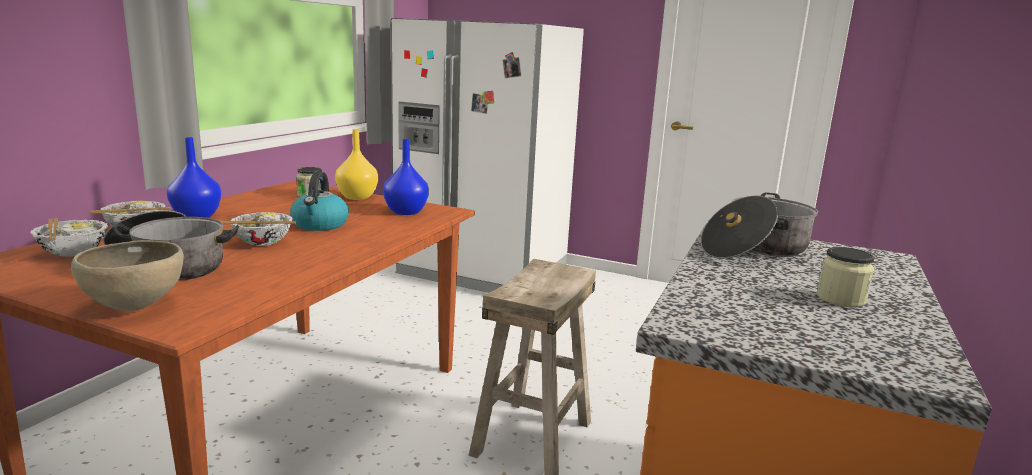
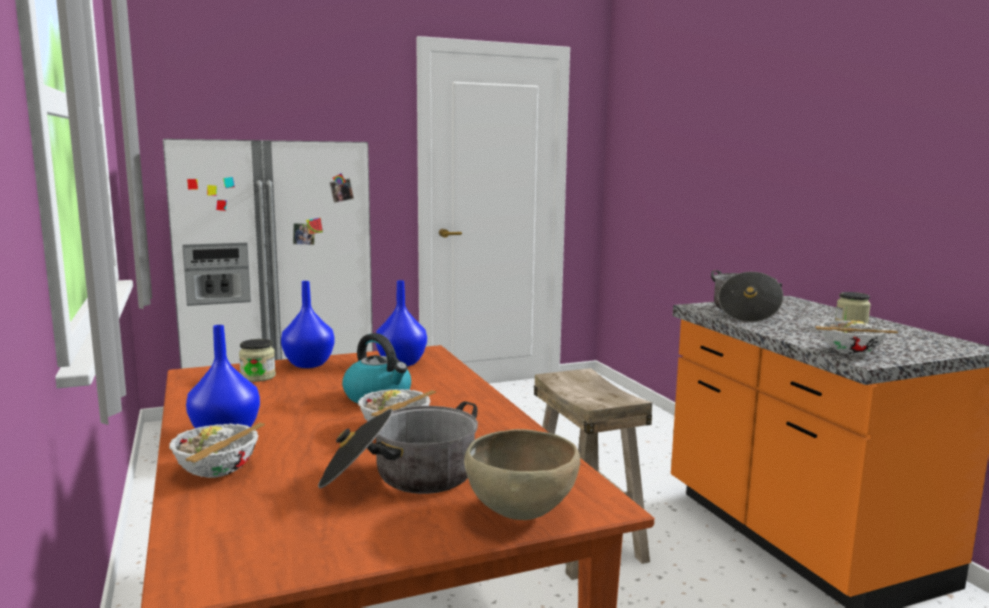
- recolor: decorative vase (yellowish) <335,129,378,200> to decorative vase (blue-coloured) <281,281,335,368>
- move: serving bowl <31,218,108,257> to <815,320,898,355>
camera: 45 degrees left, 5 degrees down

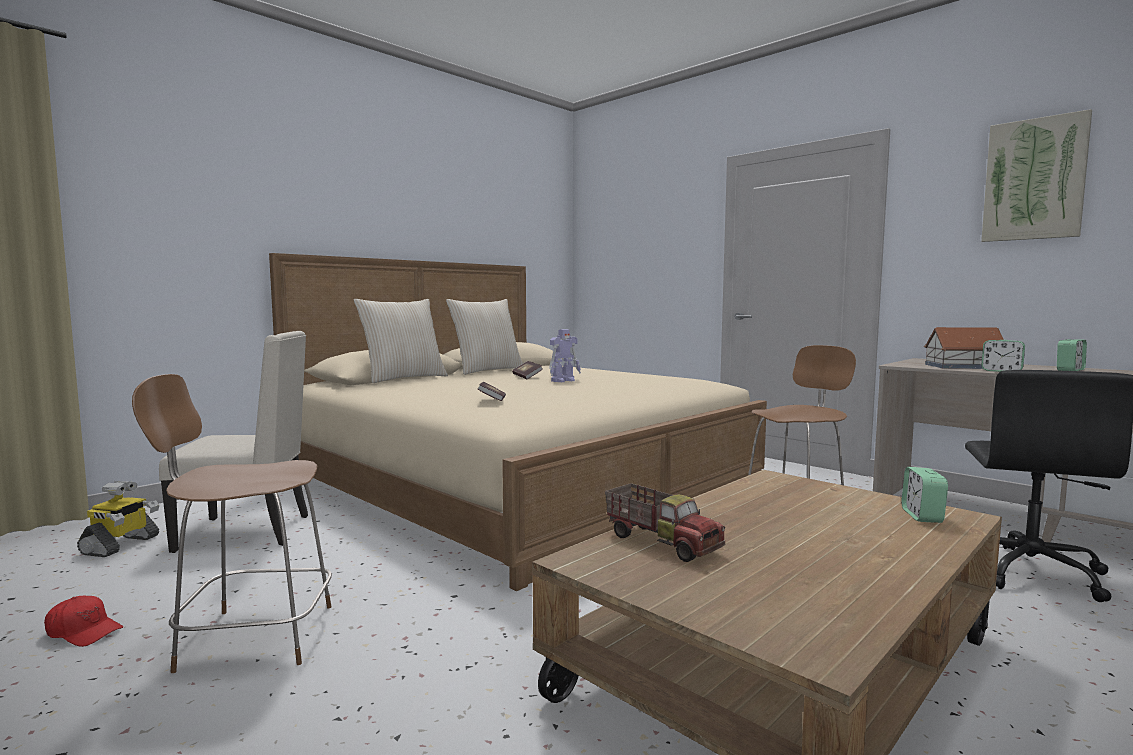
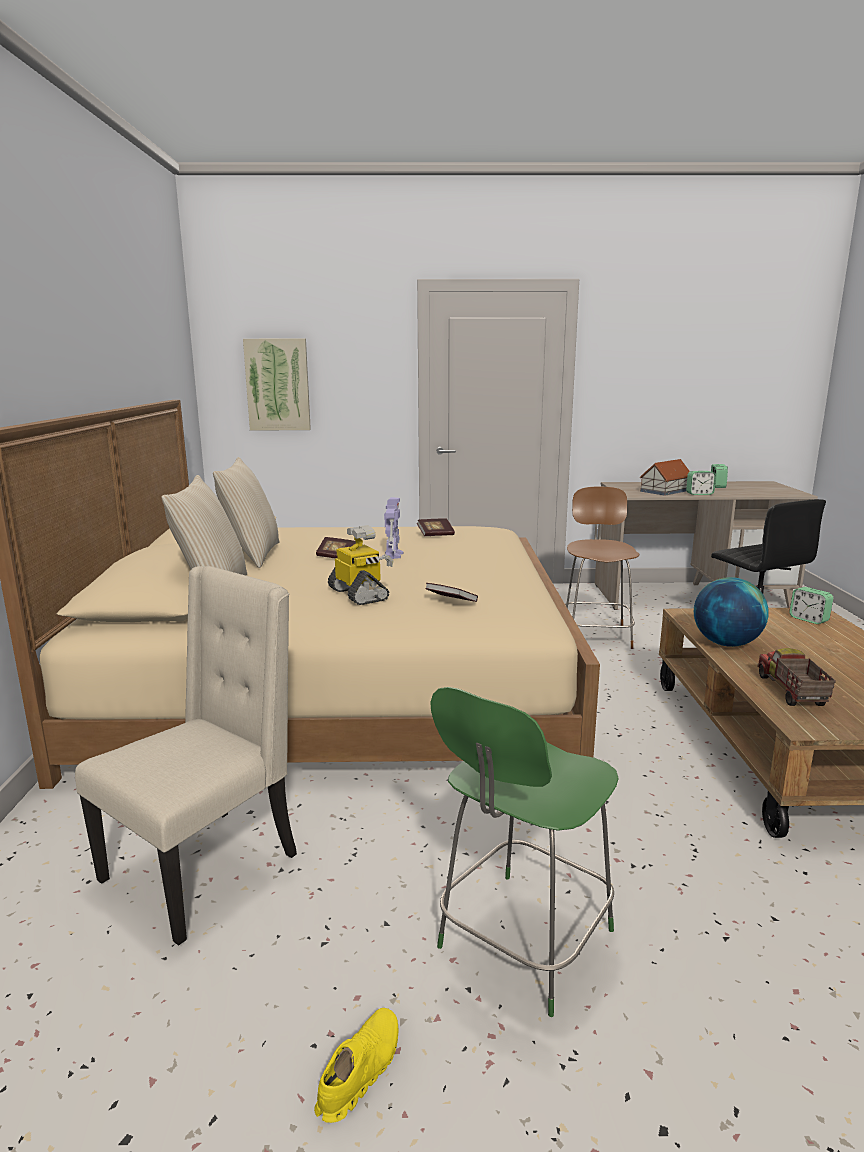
- move: wall art <981,109,1092,242> to <243,338,311,431>
- replace: peaked cap (reddish) <44,596,123,647> to low shoe (yellowish) <314,1008,398,1123>
- move: toy robot <77,481,159,557> to <328,525,394,605>
- insert: volume <417,519,455,536>
- recolor: upright chair (brown-coloured) <132,374,332,673> to upright chair (green-coloured) <430,687,619,1017>
- insert: world globe <694,577,769,647>
- rotate: toy truck <605,483,725,562> = <757,648,836,706> 90 degrees counterclockwise
camera: 45 degrees left, 10 degrees up

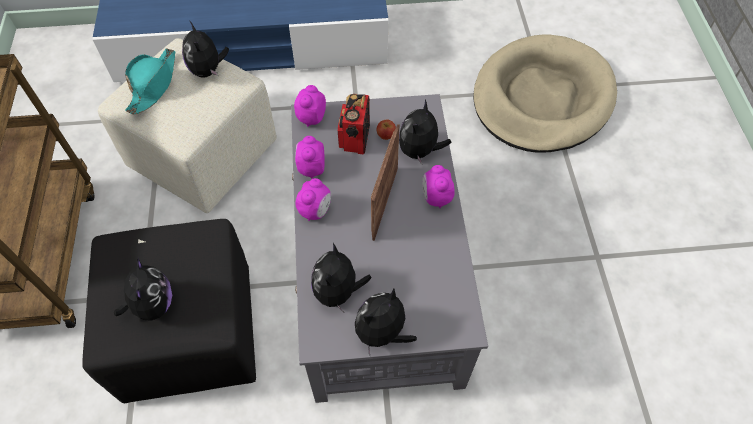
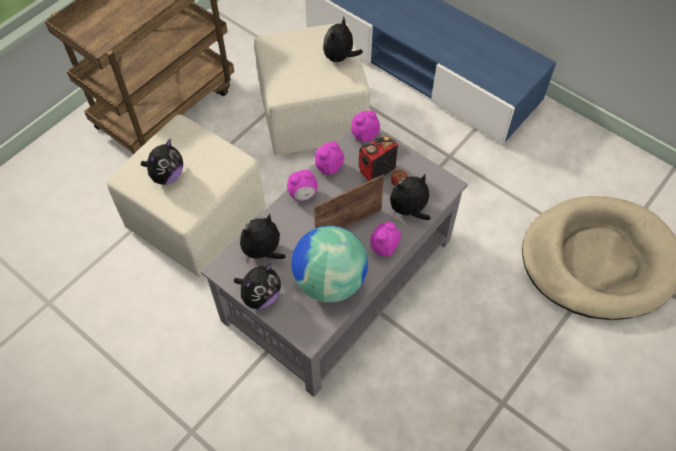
- recolor: ottoman (black) <82,219,256,403> to ottoman (beige-coloured) <106,114,265,277>
- rotate: cuddly toy <355,289,417,356> = <234,263,281,309> 135 degrees clockwise
- insert: world globe <291,226,368,302>
- delete: clothing hat (blue-green) <125,48,175,114>
camera: 45 degrees right, 0 degrees up

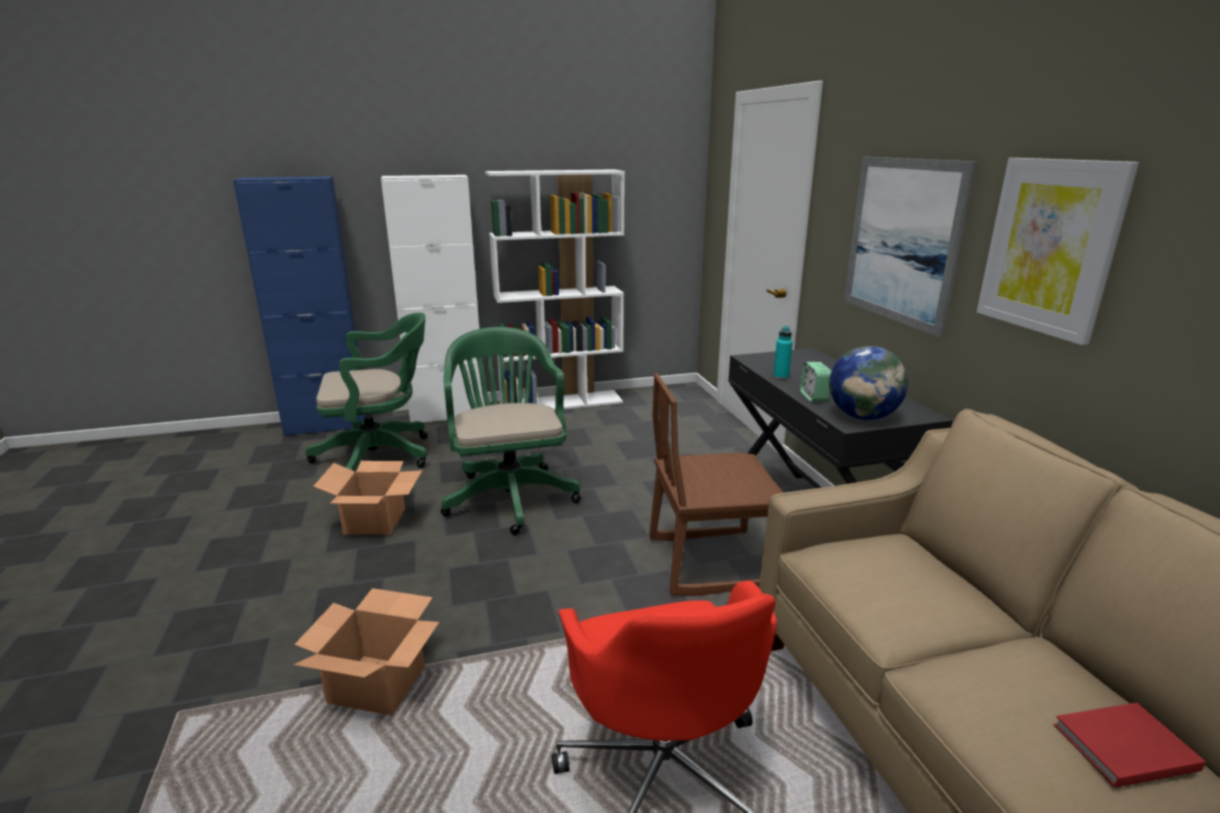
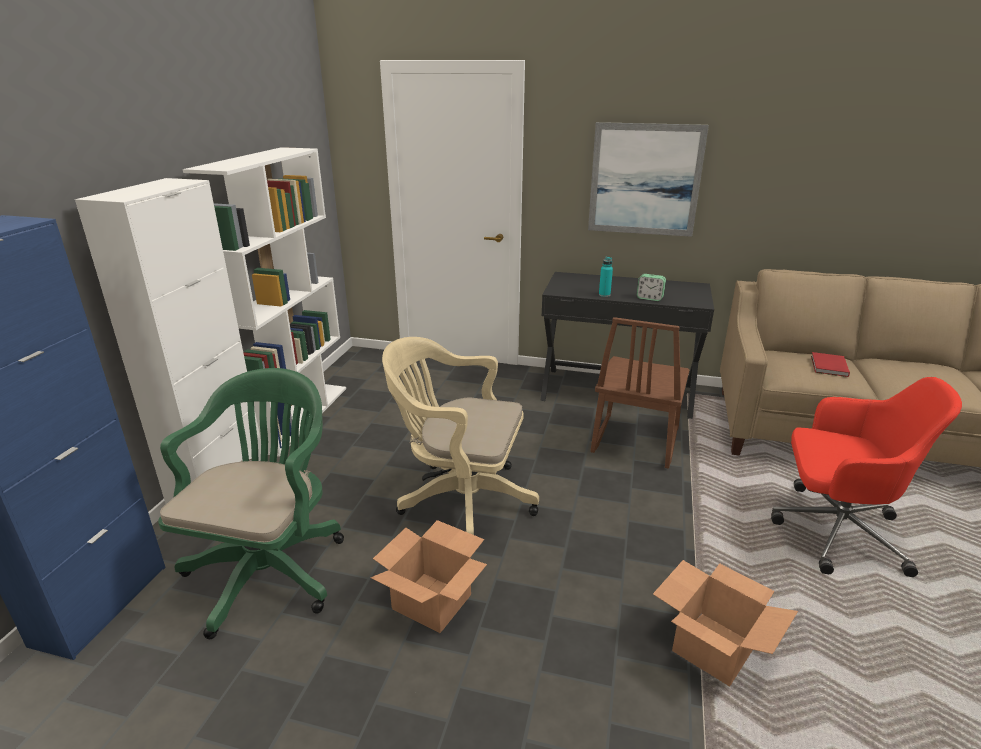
- recolor: computer chair (green-coloured) <441,327,581,535> to computer chair (beige-coloured) <382,337,539,535>
- move: volume (reddish) <1054,702,1206,788> to <811,352,850,377>
- delete: world globe <829,346,908,420>
- delete: wall art <977,158,1139,345>
camera: 60 degrees left, 5 degrees up

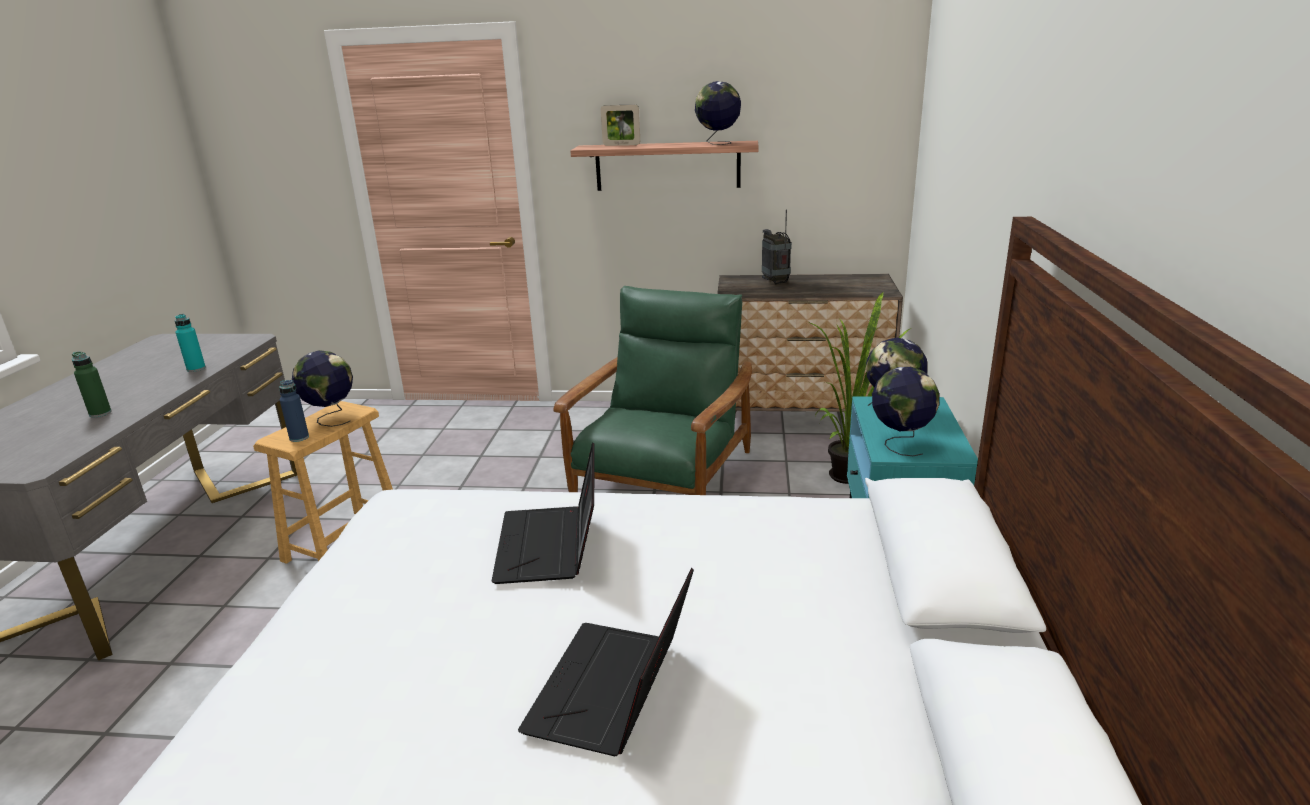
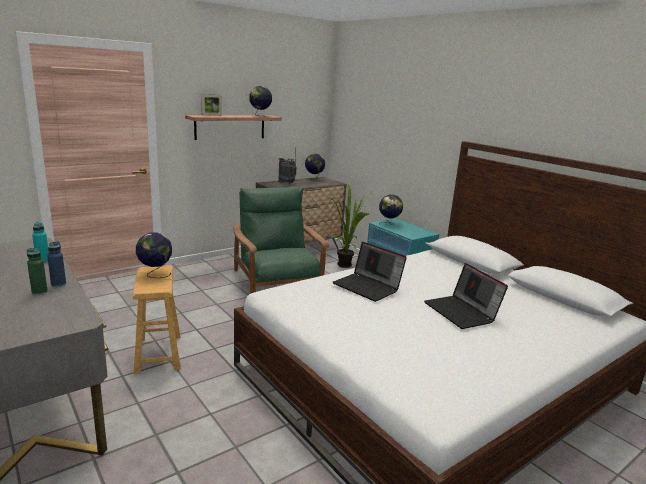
- move: drink bottle (blue-coloured) <279,380,309,442> to <47,241,66,287>
- move: world globe <872,367,939,456> to <305,154,325,181>
camera: 45 degrees left, 5 degrees down

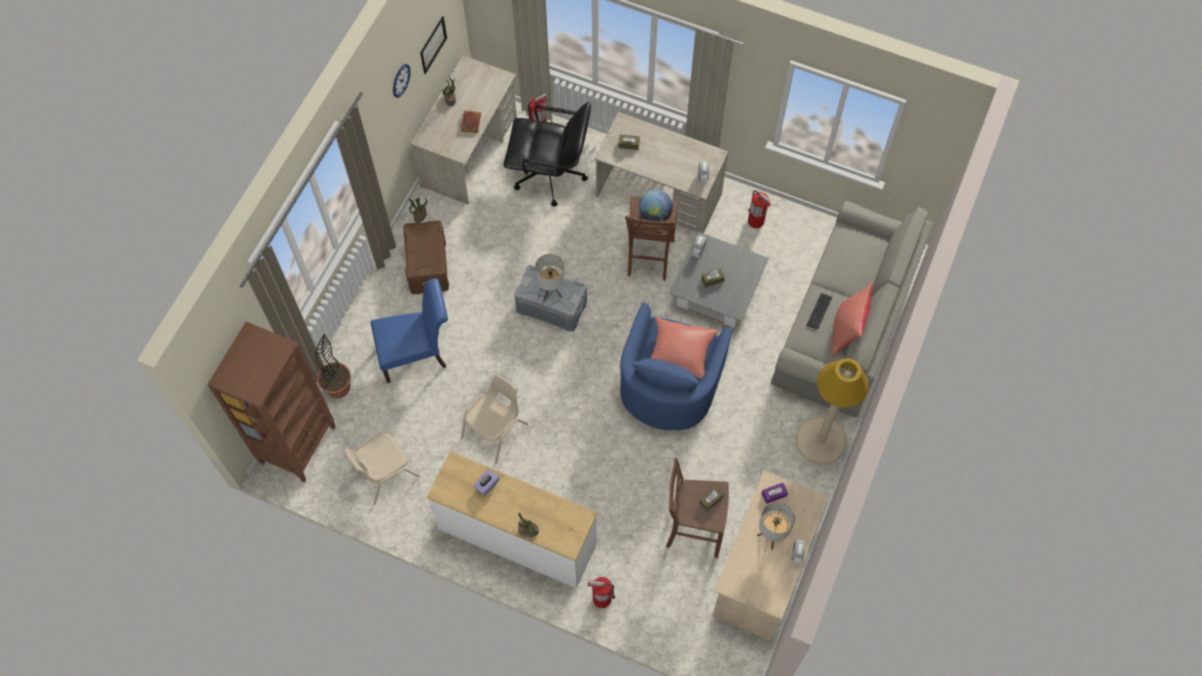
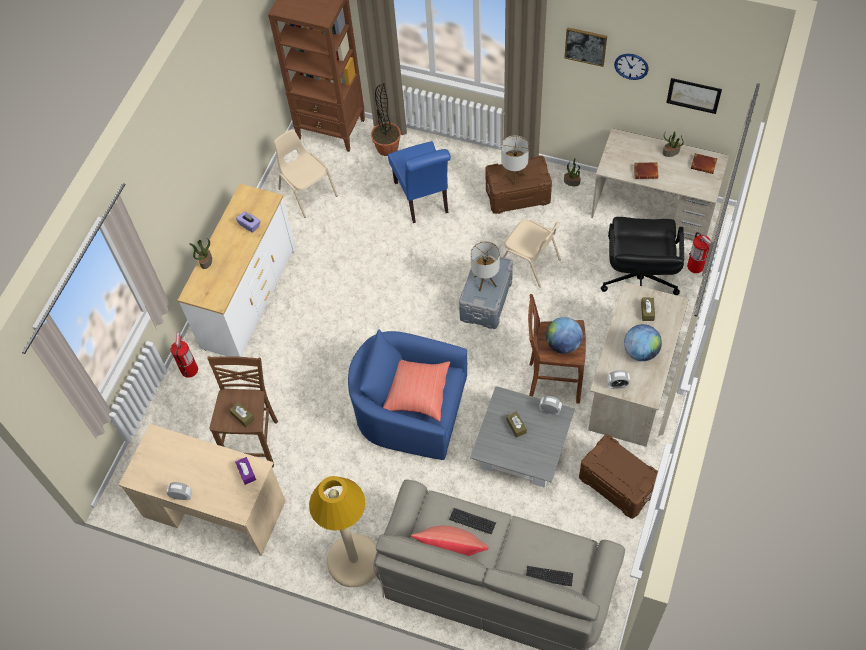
- move: table lamp <757,502,795,550> to <501,135,529,187>
- move: upright chair (beige-coloured) <461,374,528,464> to <503,220,561,288>
- insert: PC keyboard <526,566,573,586>
- insert: wall art <564,27,607,67>
- replace: extinguisher <748,190,771,228> to storage container (brown-coloured) <579,434,658,519>
- insert: world globe <624,324,662,361>
- insert: volume (brown-coloured) <690,153,717,174>
camera: 90 degrees right, 5 degrees down

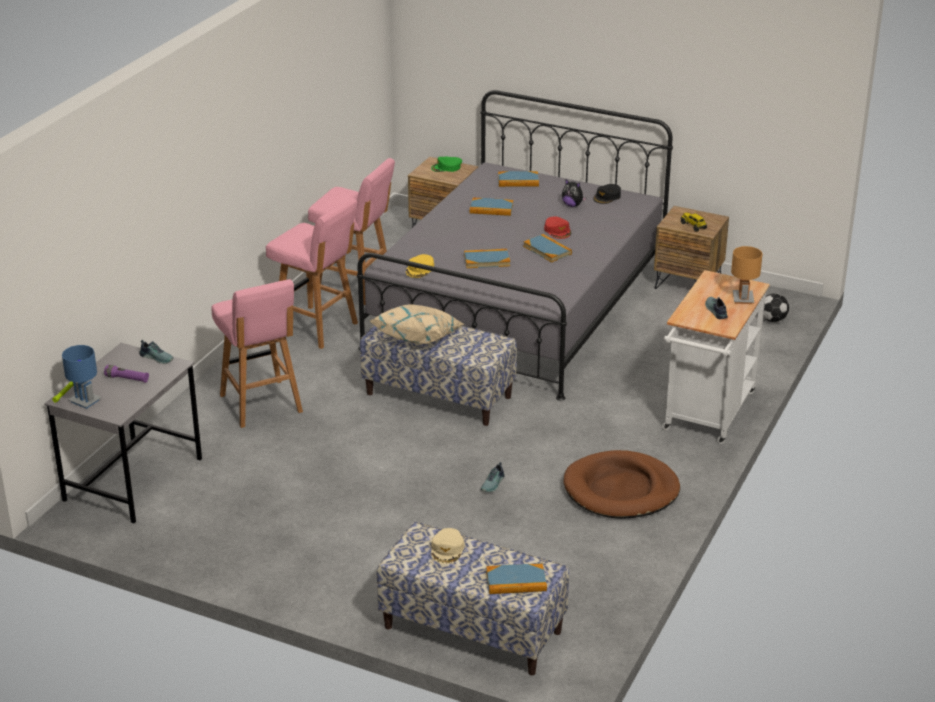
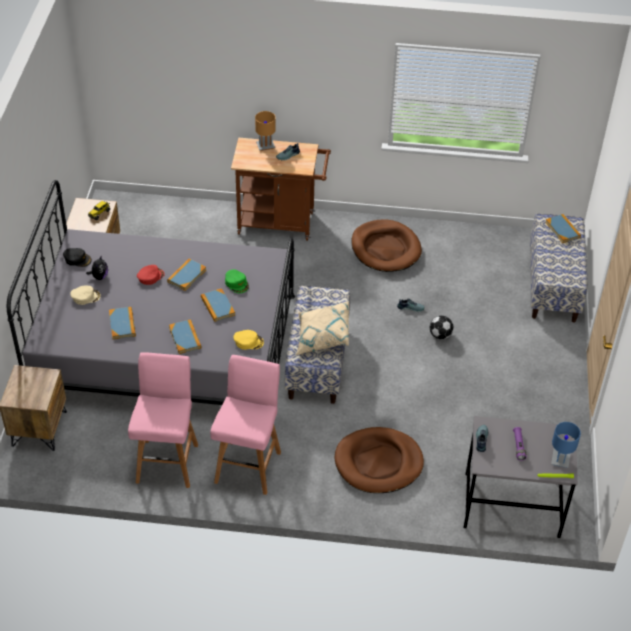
- move: peaked cap (beige-coloured) <431,528,464,564> to <70,285,101,305>
- move: volume <498,171,539,187> to <169,319,201,354>
- move: peaked cap (green-coloured) <431,157,462,172> to <225,269,249,293>
- recolor: wheeled cart (white-coloured) <662,270,770,444> to wheeled cart (brown-coloured) <231,138,331,241>
- replace: sitting stool (pink-coloured) <211,279,303,428> to dog cushion (brown-coloured) <334,427,424,493>
- move: football <763,293,789,322> to <430,316,454,339>
camera: 110 degrees left, 15 degrees up

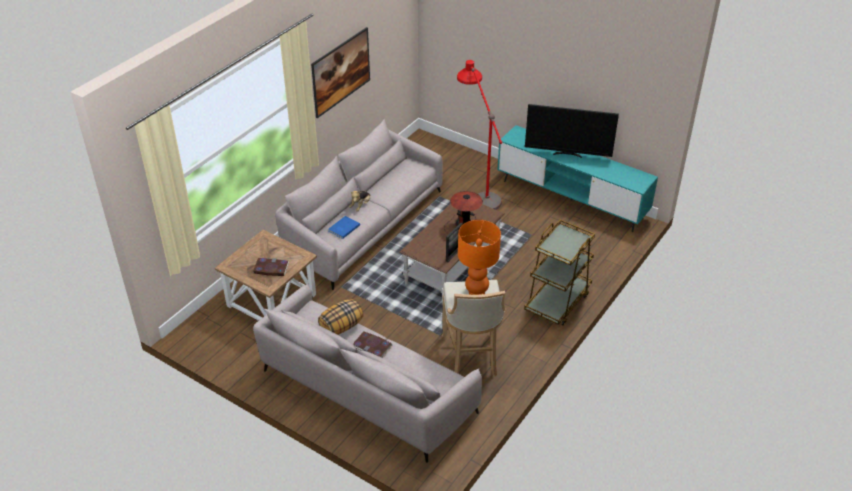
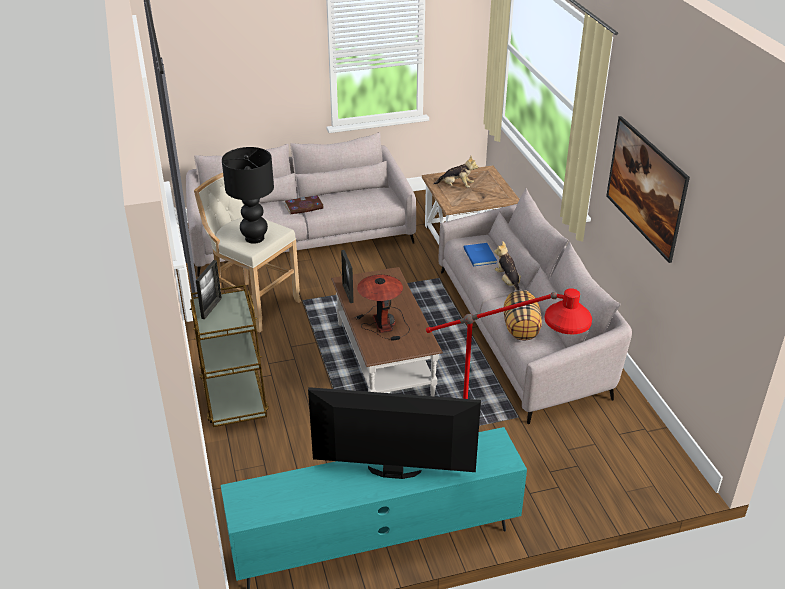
- insert: photo frame <196,260,222,319>
- recolor: table lamp (orange) <458,220,501,295> to table lamp (black) <222,147,274,244>
- rotate: TV set <525,104,619,158> = <308,387,481,479> 45 degrees clockwise
- replace: volume <253,258,289,276> to cuddly toy <434,156,479,188>
- move: cushion <318,299,363,335> to <504,290,542,341>
camera: 130 degrees right, 5 degrees down

